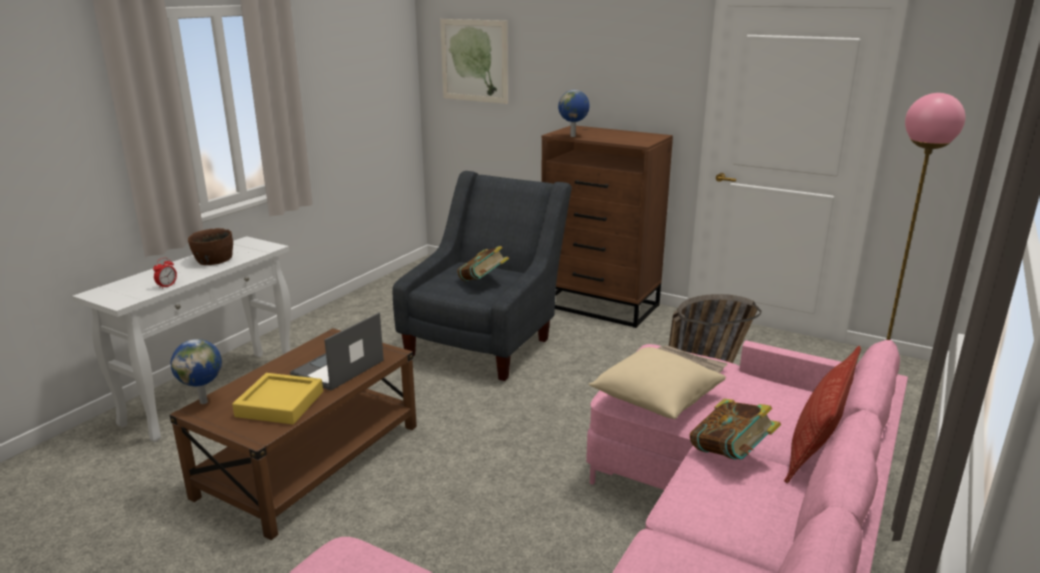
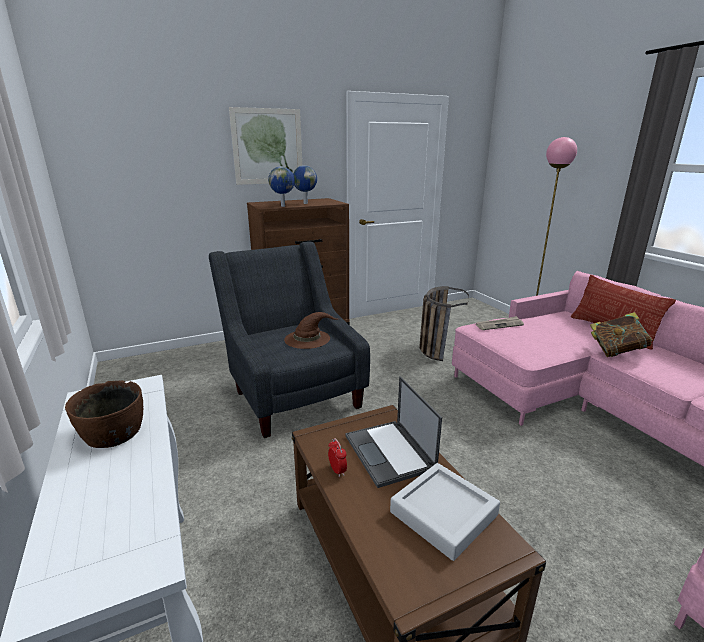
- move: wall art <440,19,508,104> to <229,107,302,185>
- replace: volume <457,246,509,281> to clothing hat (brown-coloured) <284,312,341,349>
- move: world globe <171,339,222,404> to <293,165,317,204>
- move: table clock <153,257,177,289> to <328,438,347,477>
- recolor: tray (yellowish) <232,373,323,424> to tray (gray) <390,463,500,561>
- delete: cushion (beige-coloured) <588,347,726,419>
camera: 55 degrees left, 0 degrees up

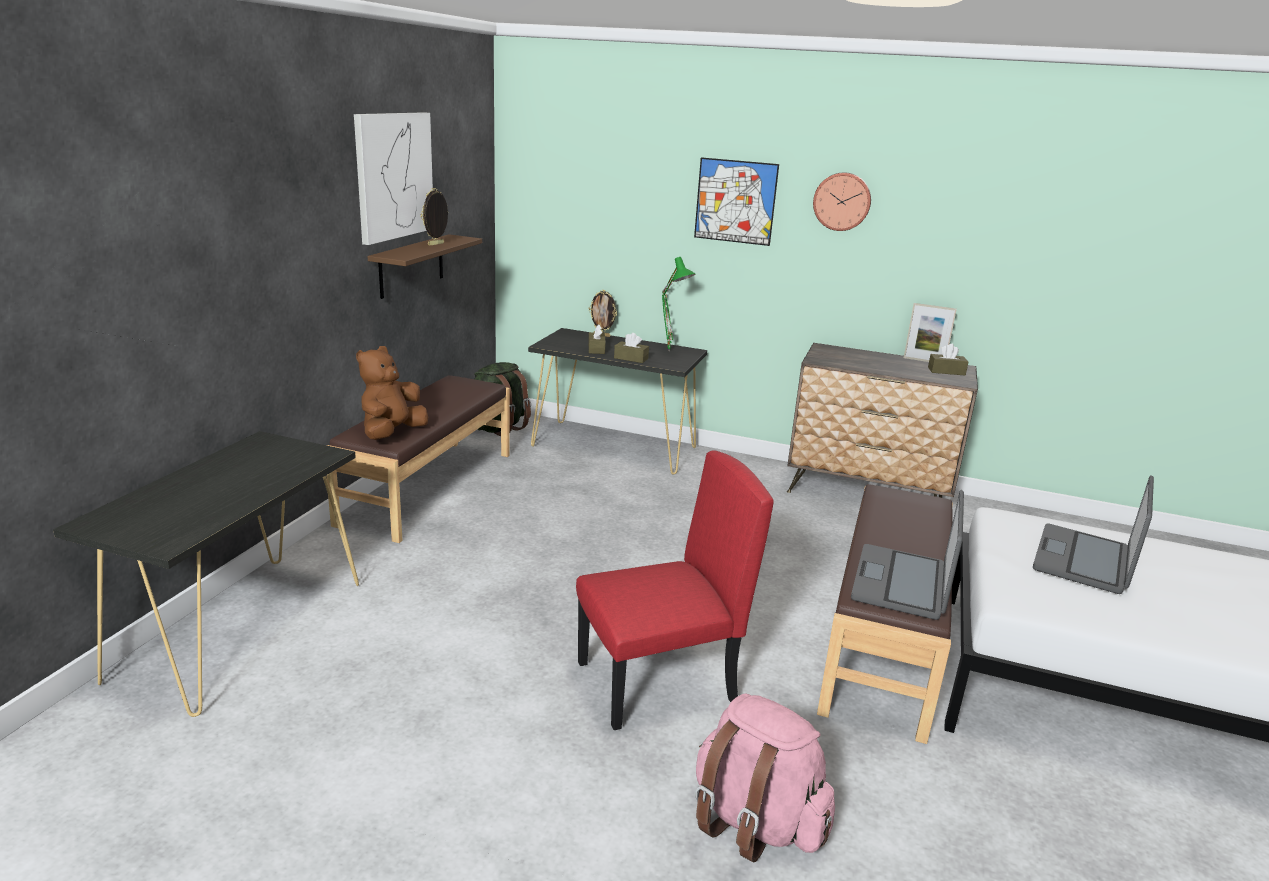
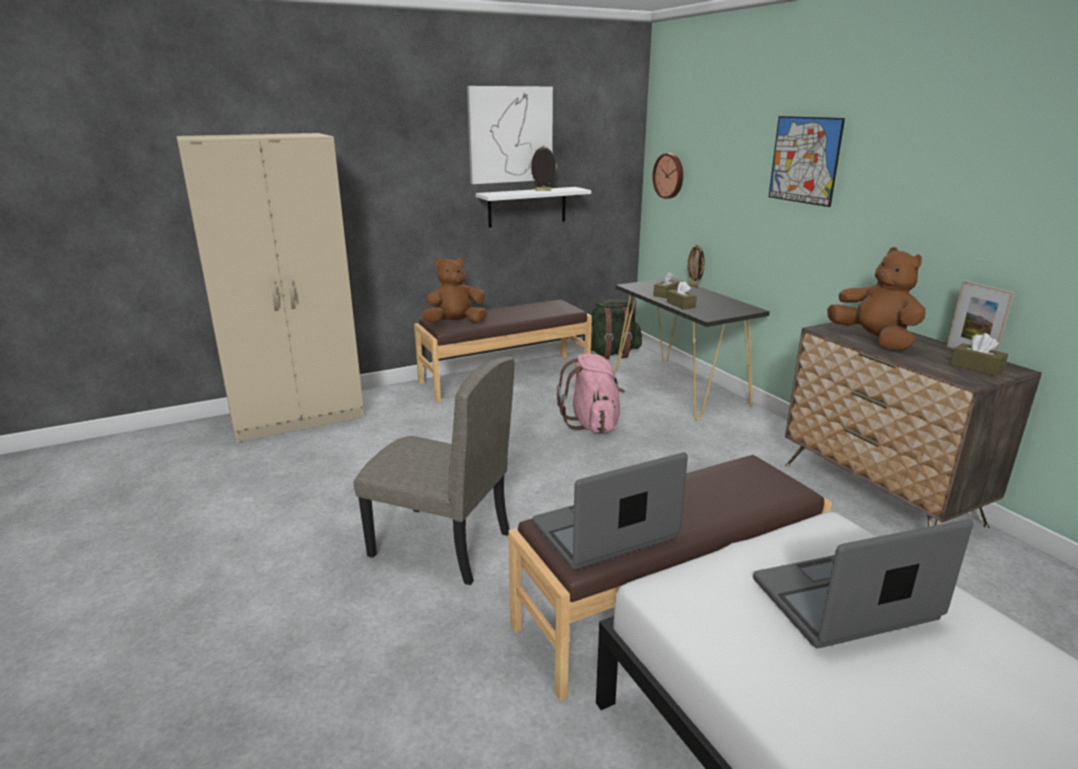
- replace: console table (black) <53,431,359,717> to clothes cupboard (beige-coloured) <176,133,364,443>
- recolor: upright chair (reddish) <576,450,774,730> to upright chair (beige-coloured) <354,357,514,585>
- recolor: bracket shelf (brown-coloured) <368,234,482,299> to bracket shelf (white-coloured) <476,187,591,228>
- move: rucksack (pink-coloured) <695,693,835,862> to <557,354,625,433>
- move: hanging clock <813,172,871,231> to <653,153,683,199>
- insert: cuddly toy (brown-coloured) <827,247,926,350>
- delete: table lamp (green-coloured) <662,257,695,351>
camera: 45 degrees right, 0 degrees up

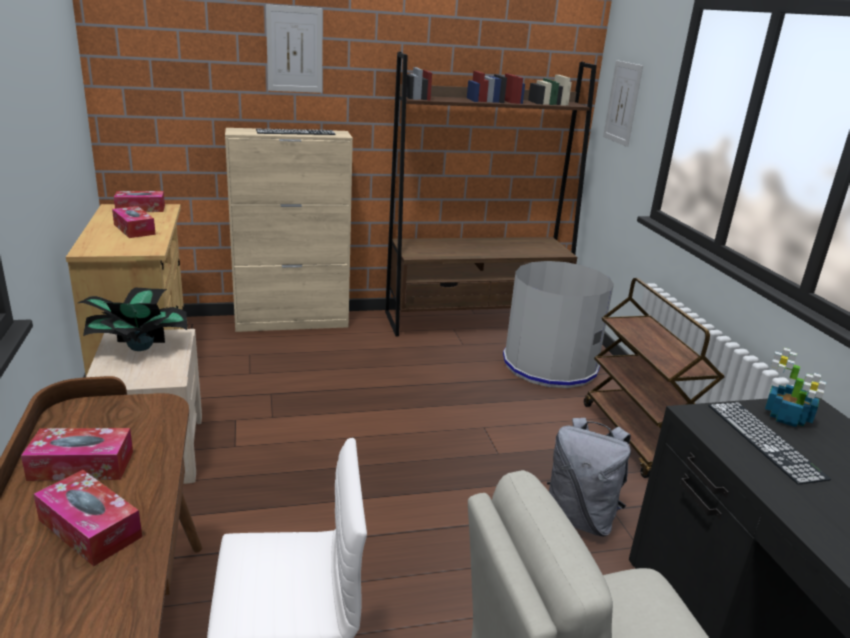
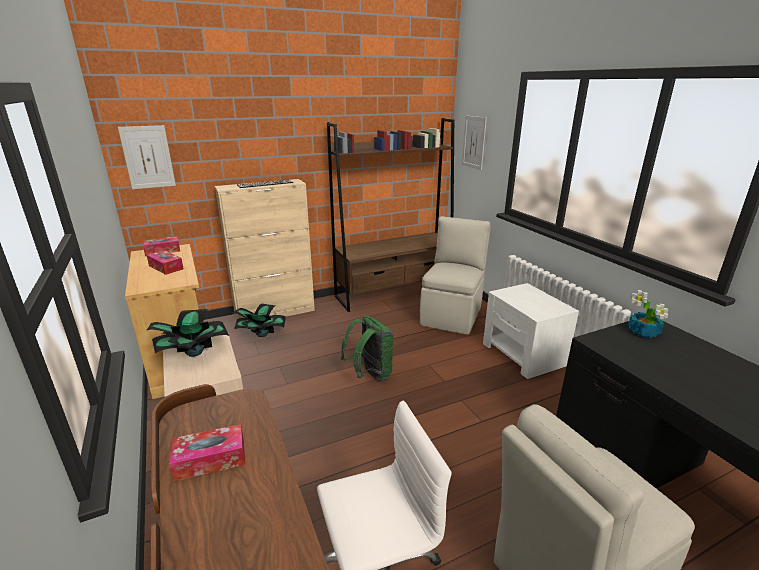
- move: wall art <266,4,323,93> to <118,125,176,189>
- insert: plant in a pot <232,303,286,337>
- insert: rucksack (green-coloured) <341,316,394,382>
- replace: trash can (gray) <503,261,614,388> to upright chair (beige-coloured) <420,216,491,335>
- replace: wheeled cart (brown-coloured) <584,278,724,478> to bedside table (white-coloured) <483,283,579,379>
- delete: tissue holder <34,470,142,566>
- delete: rucksack (gray) <547,418,631,536>
- delete: PC keyboard <708,402,831,485>
camera: 10 degrees left, 0 degrees up

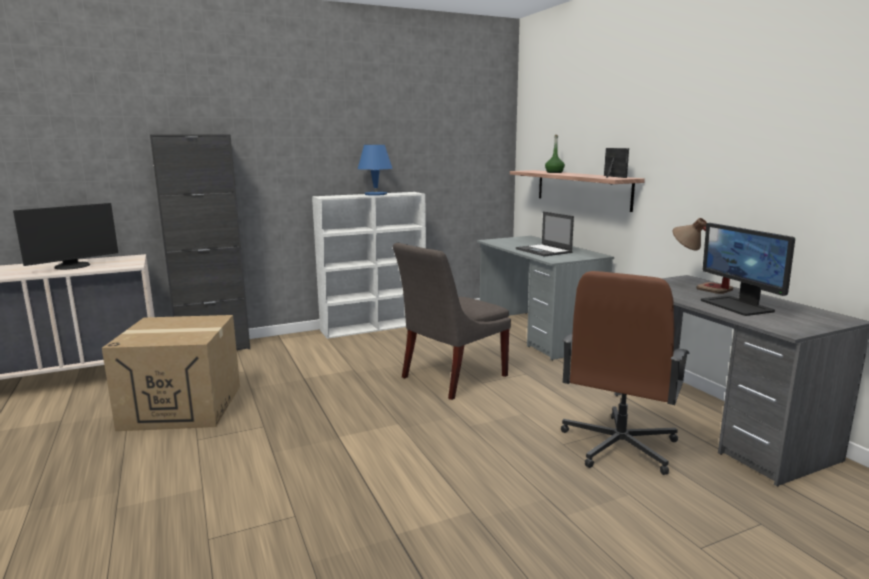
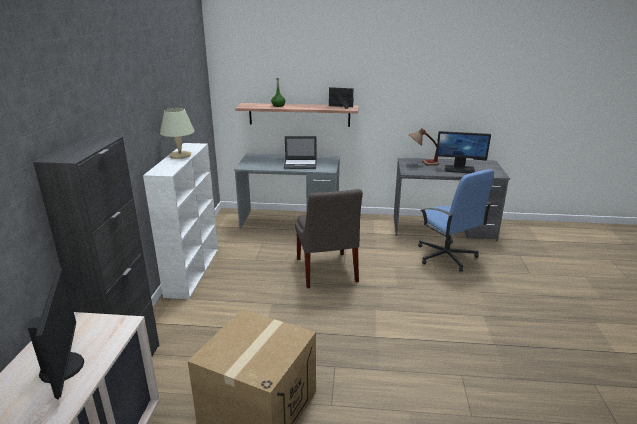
- recolor: table lamp (blue-coloured) <358,145,393,196> to table lamp (beige-coloured) <160,108,195,159>
- recolor: computer chair (brown-coloured) <561,271,690,475> to computer chair (blue-coloured) <418,169,494,272>
camera: 60 degrees left, 10 degrees up

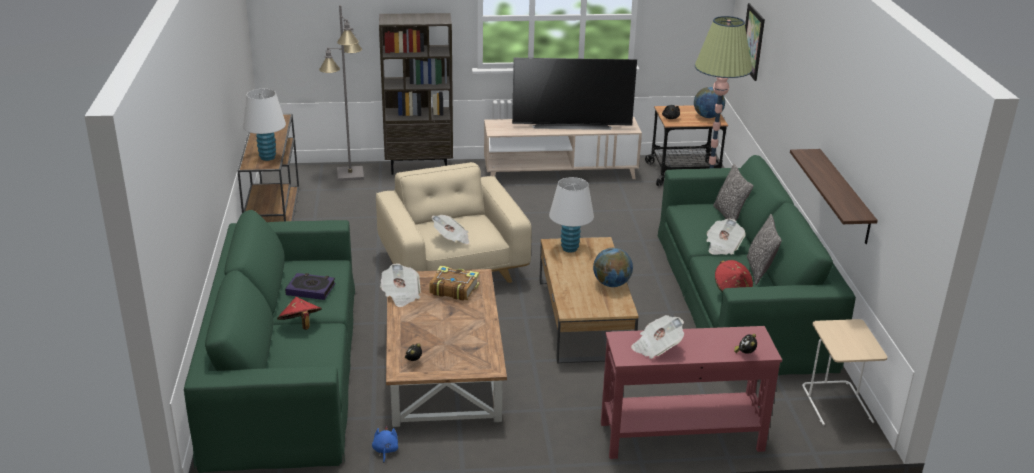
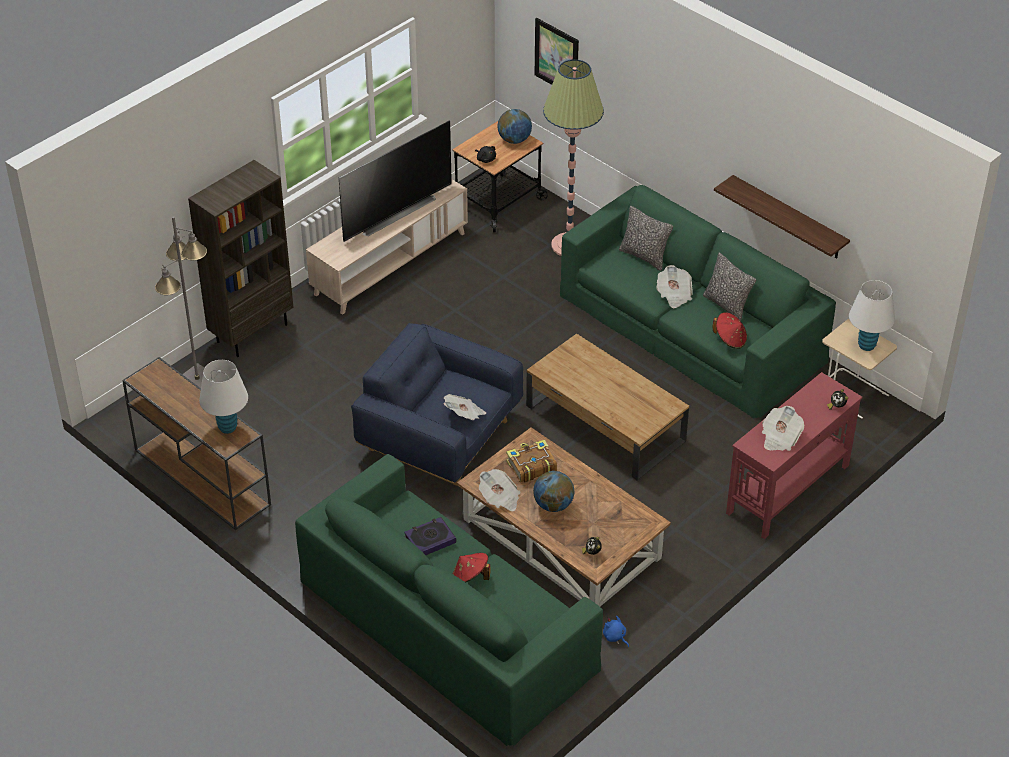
- recolor: easy chair (beige-coloured) <376,162,532,283> to easy chair (blue-coloured) <351,323,523,486>
- move: world globe <593,248,633,287> to <533,471,574,512>
- move: table lamp (white-coloured) <549,177,594,252> to <849,280,895,351>
camera: 40 degrees left, 15 degrees up

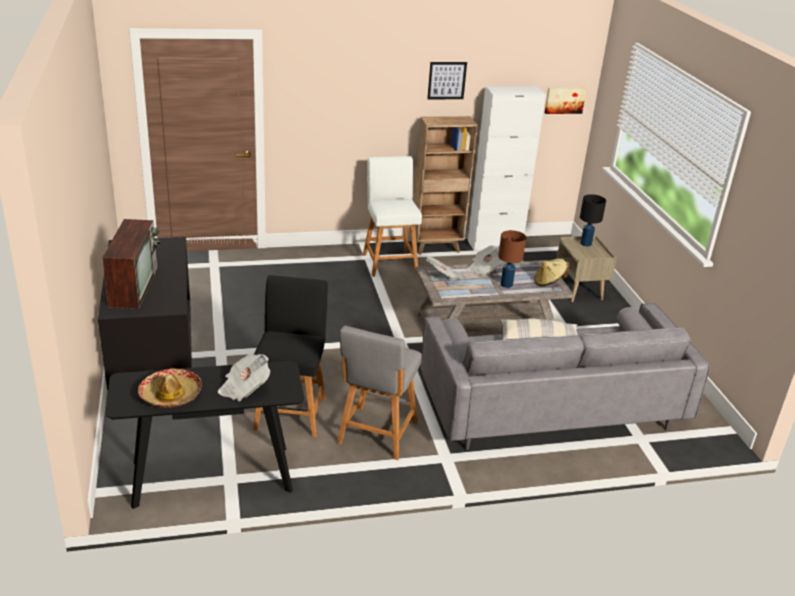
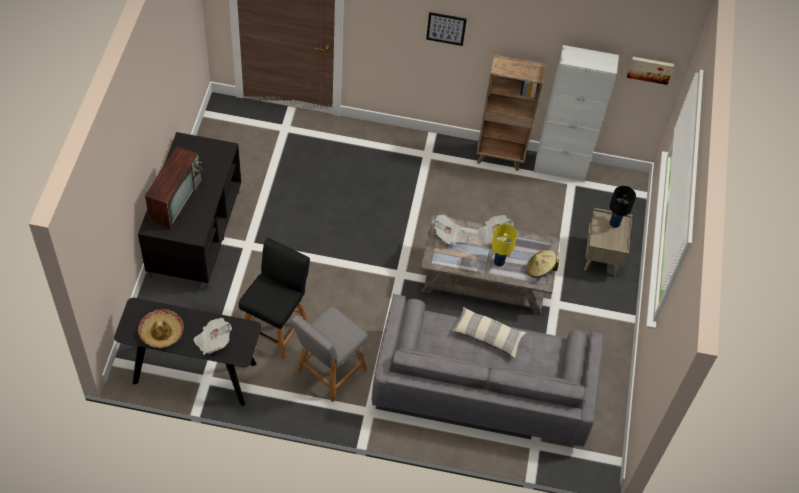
- move: wall art <427,62,467,100> to <426,12,467,46>
- recolor: table lamp (brown-coloured) <498,230,526,288> to table lamp (yellowish) <492,224,517,267>
- delete: sitting stool (white-coloured) <363,156,422,277>
camera: 20 degrees right, 25 degrees up

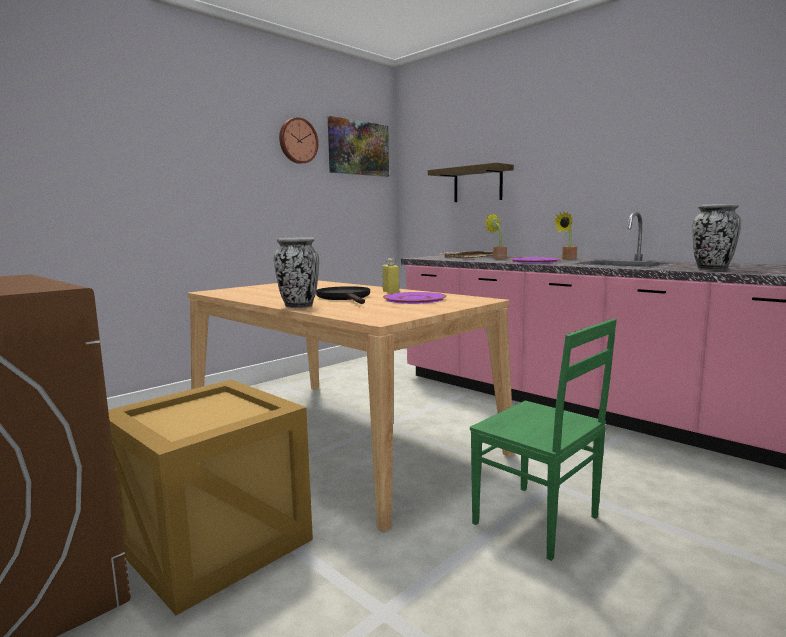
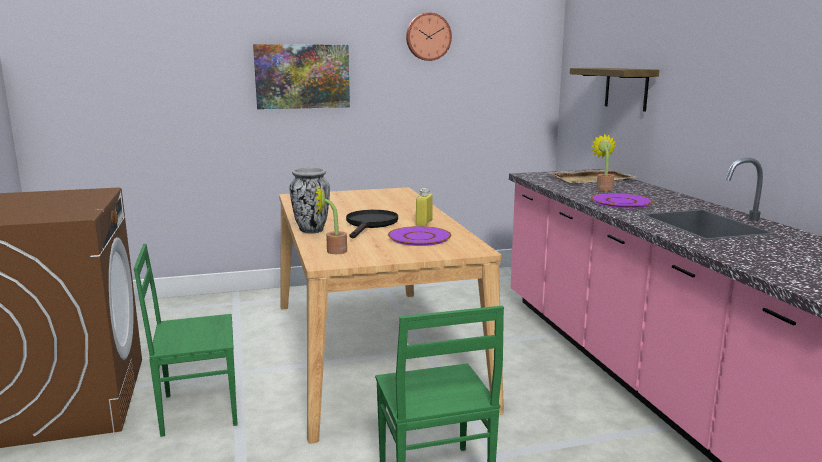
- replace: shipping crate <108,380,313,615> to upright chair (green-coloured) <134,244,238,437>
- move: wall art <327,116,389,177> to <253,44,350,109>
- move: plant in a pot <553,211,577,260> to <315,186,347,254>
- delete: decorative vase <692,204,741,270>
camera: 30 degrees right, 5 degrees up

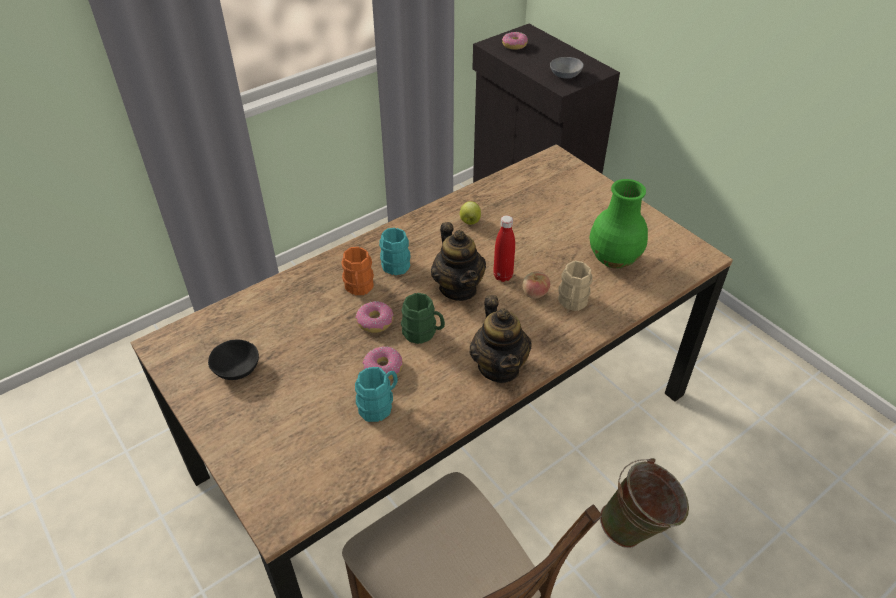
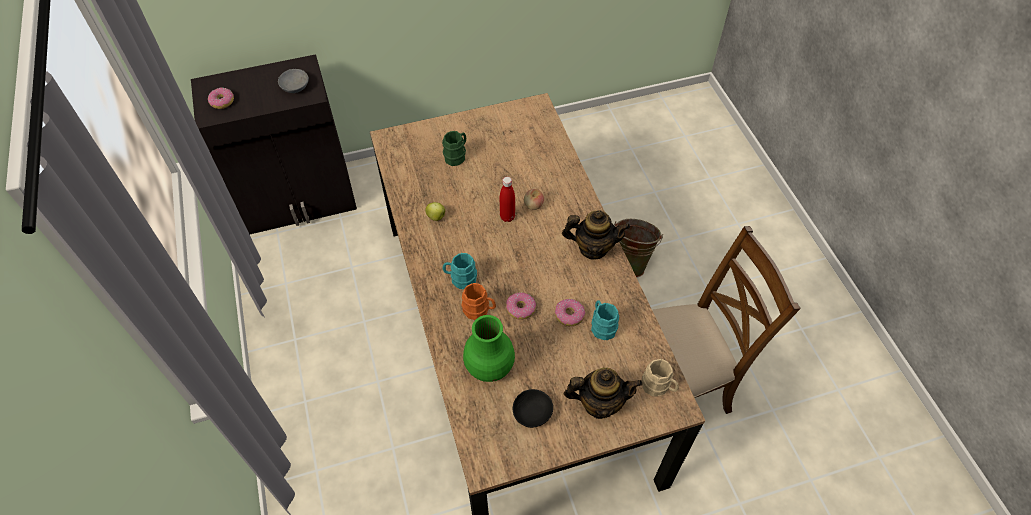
- move: mug (green-coloured) <401,293,445,344> to <442,131,466,166>
- move: decorative vase (green-coloured) <590,179,648,268> to <463,315,515,382>
- move: tea pot <431,222,486,301> to <564,368,642,419>
- move: mug (beige-coloured) <558,261,593,311> to <642,359,679,397>
camera: 70 degrees left, 10 degrees up

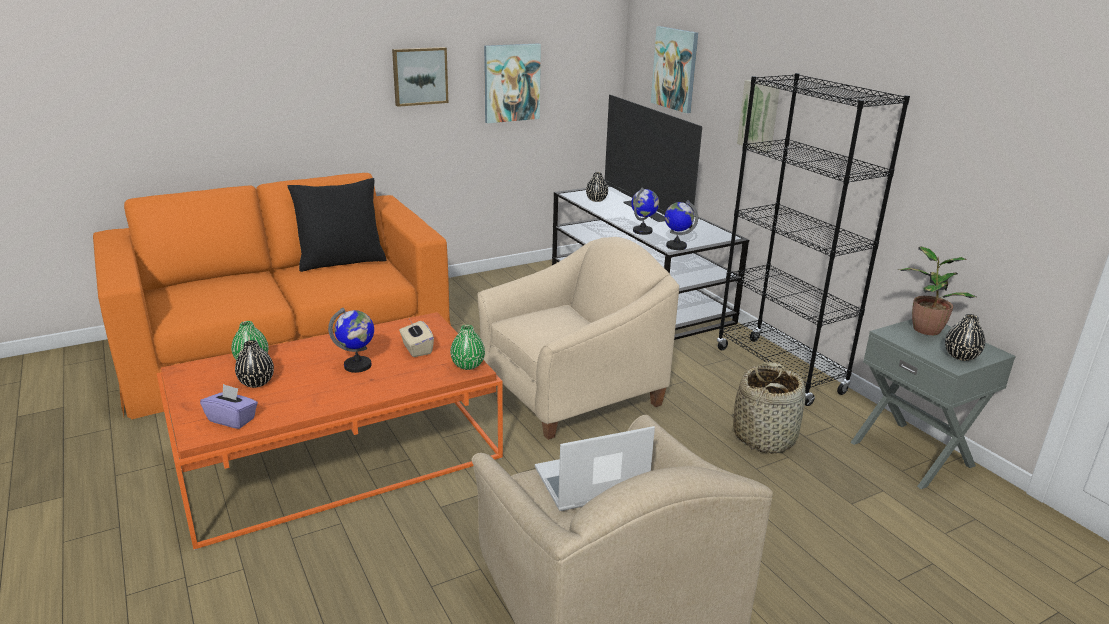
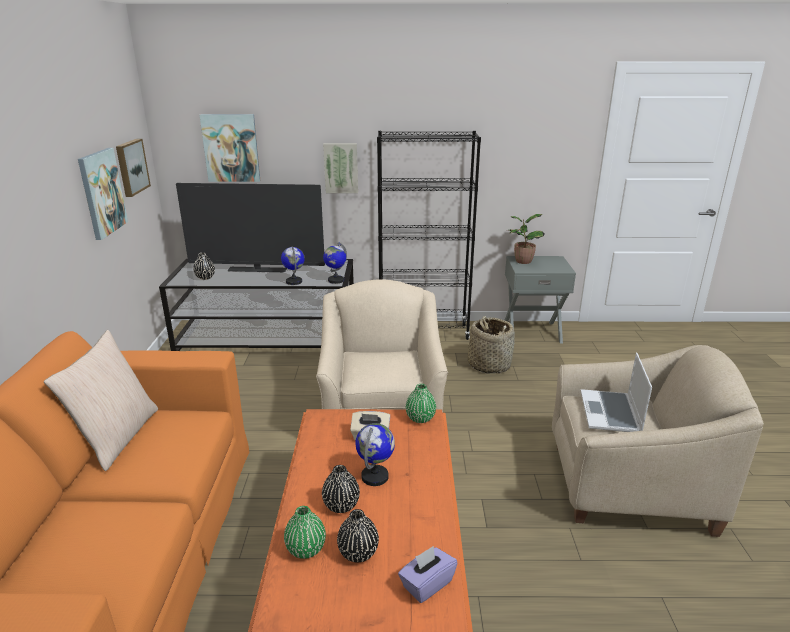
- recolor: cushion (black) <287,178,387,272> to cushion (beige-coloured) <44,330,158,471>
- move: wall art <392,47,448,107> to <116,139,151,197>
- move: decorative vase (black) <945,314,985,361> to <322,465,360,513>
camera: 60 degrees left, 0 degrees up

